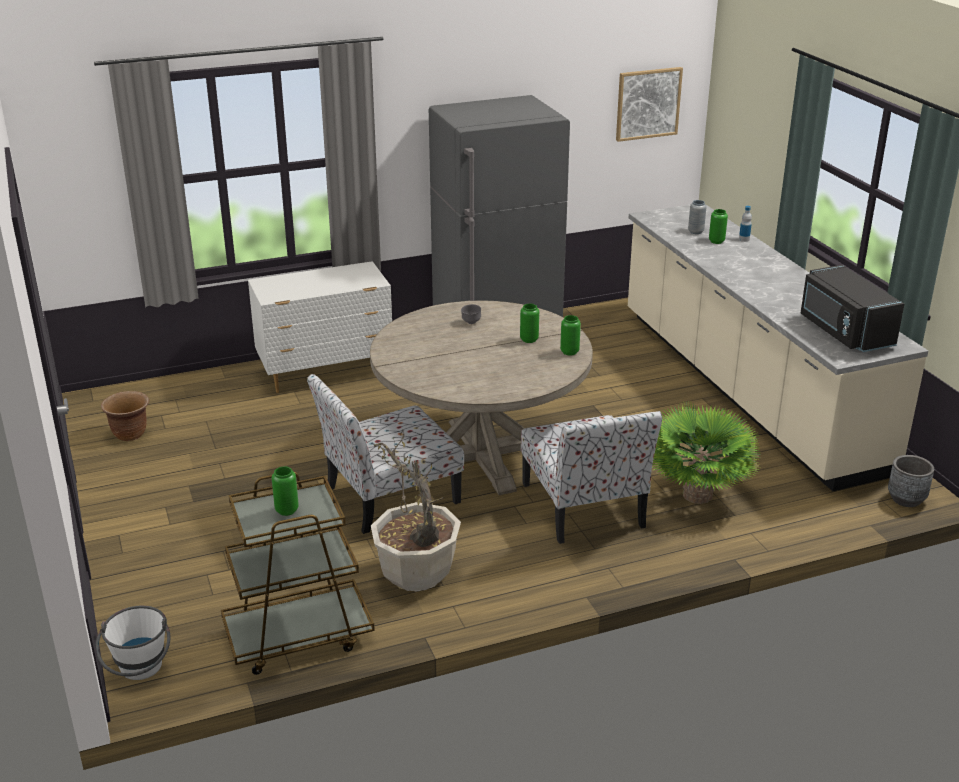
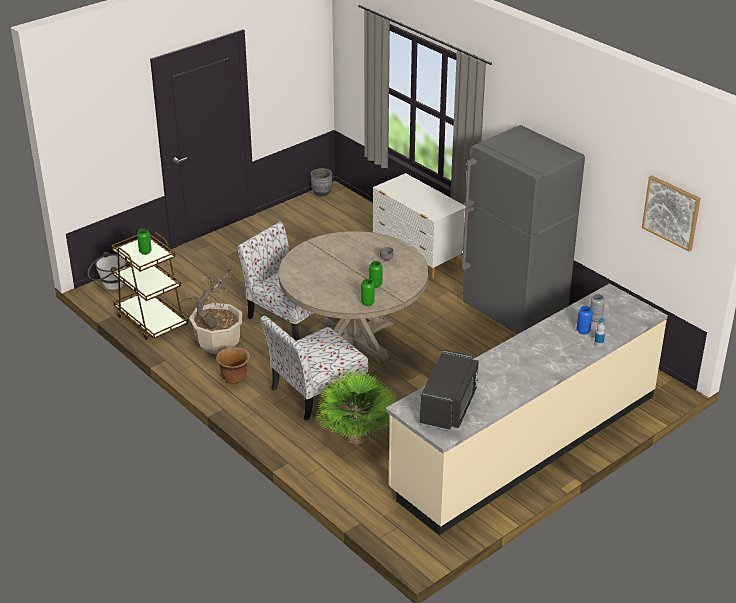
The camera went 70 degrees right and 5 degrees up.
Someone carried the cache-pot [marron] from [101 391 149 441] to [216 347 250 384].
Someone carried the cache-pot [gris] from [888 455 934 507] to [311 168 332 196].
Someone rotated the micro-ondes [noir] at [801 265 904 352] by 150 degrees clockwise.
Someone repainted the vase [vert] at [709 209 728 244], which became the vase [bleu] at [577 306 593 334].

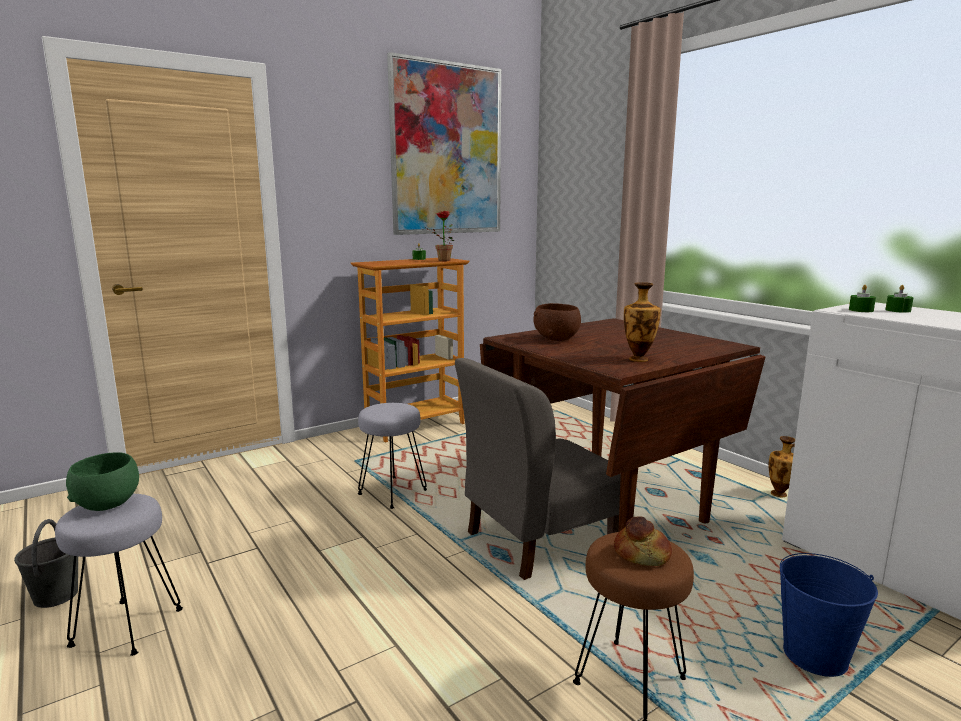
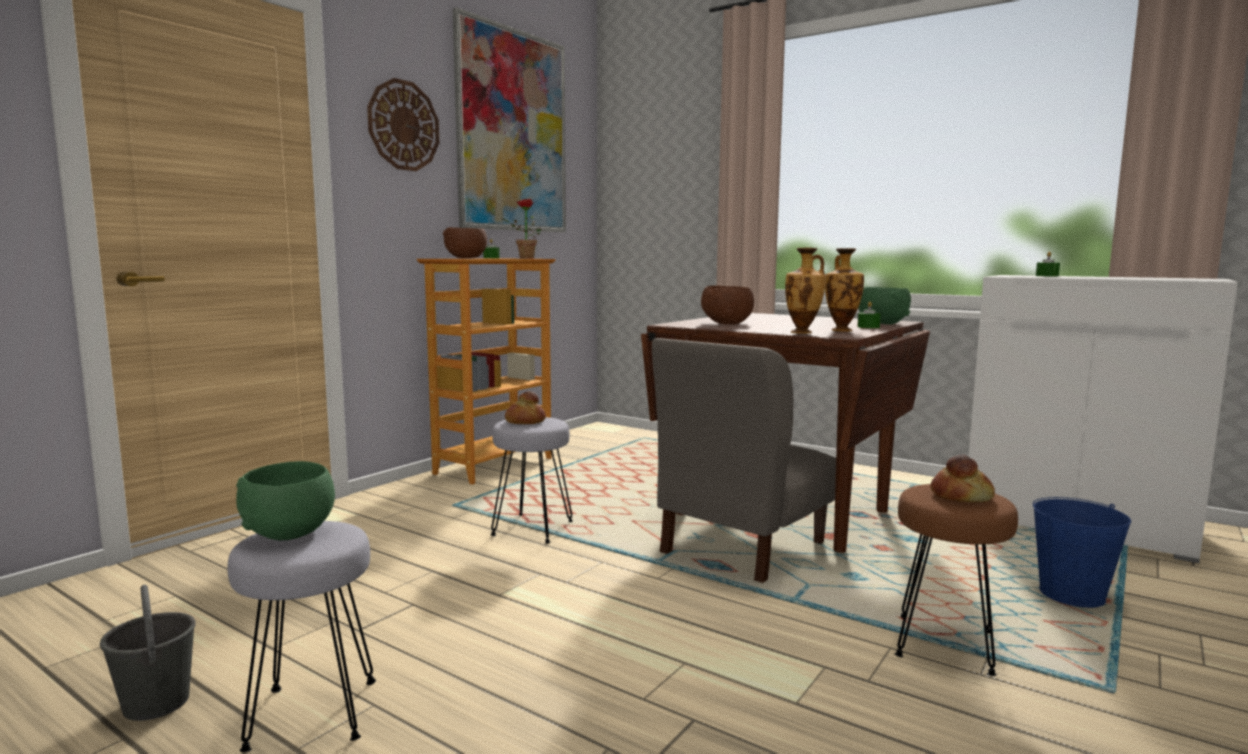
The camera went 20 degrees left and 5 degrees down.
Someone put up the horloge murale at [367 78 439 171].
Someone put down the bol [marron] at [443 227 487 258].
Someone put down the pain at [505 391 546 424].
Someone carried the vase from [769 436 795 497] to [785 248 826 334].
Someone carried the bougie [vert] from [849 285 876 312] to [857 302 881 328].
Someone put down the bol [vert] at [858 287 911 325].

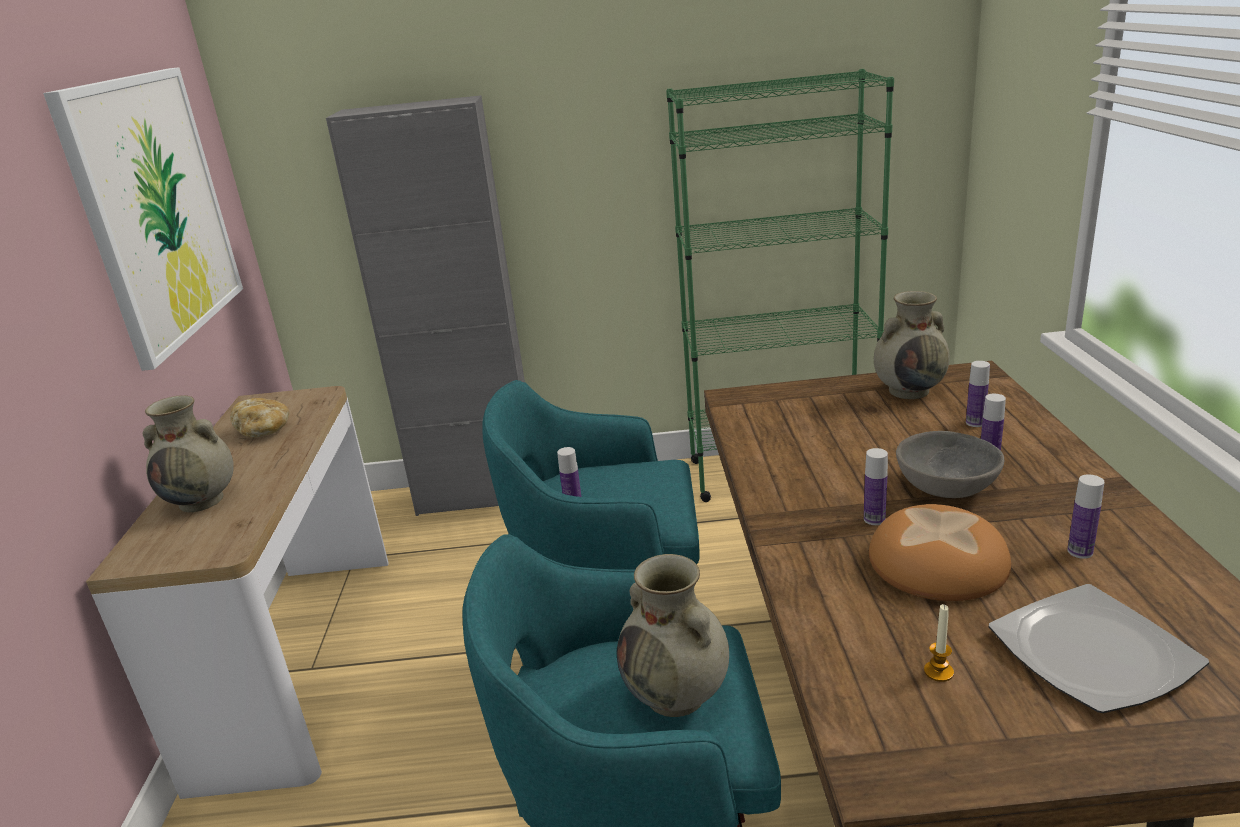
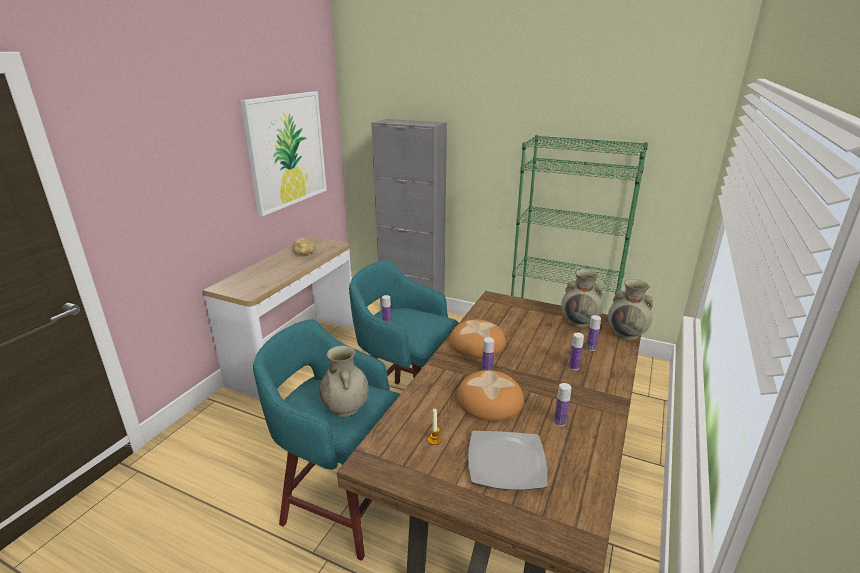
The camera went 25 degrees right and 0 degrees up.
Someone put down the pain at [450 319 506 358].
Someone carried the vase [beige] from [142 395 234 512] to [608 279 653 340].
Someone took away the bol [gris] at [896 431 1004 498].

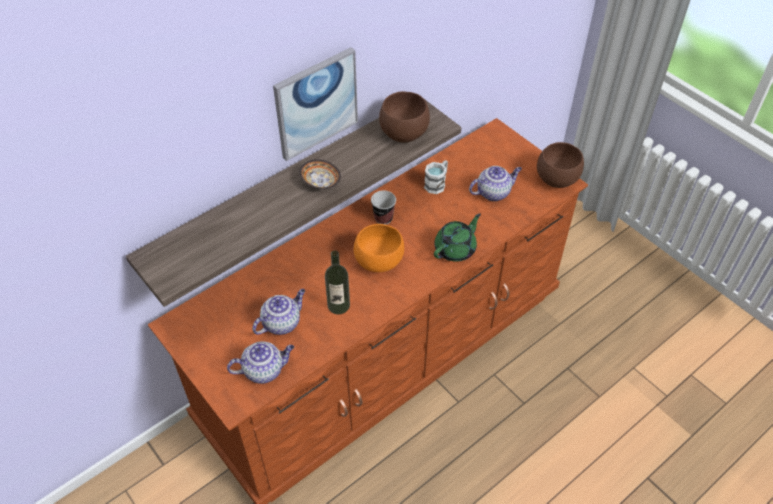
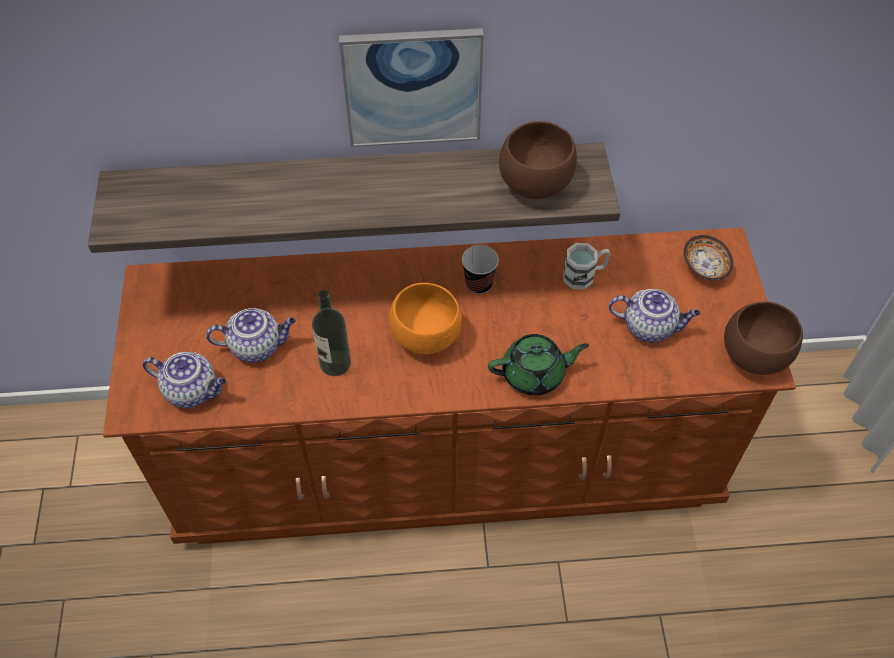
The camera went 35 degrees right and 5 degrees up.
Someone carried the bol from [299 159 341 189] to [684 235 733 281].

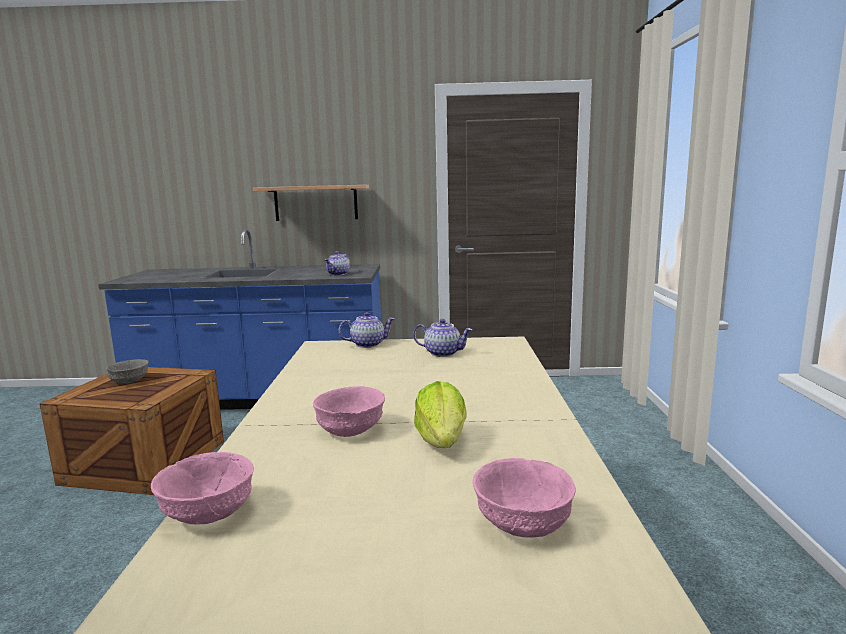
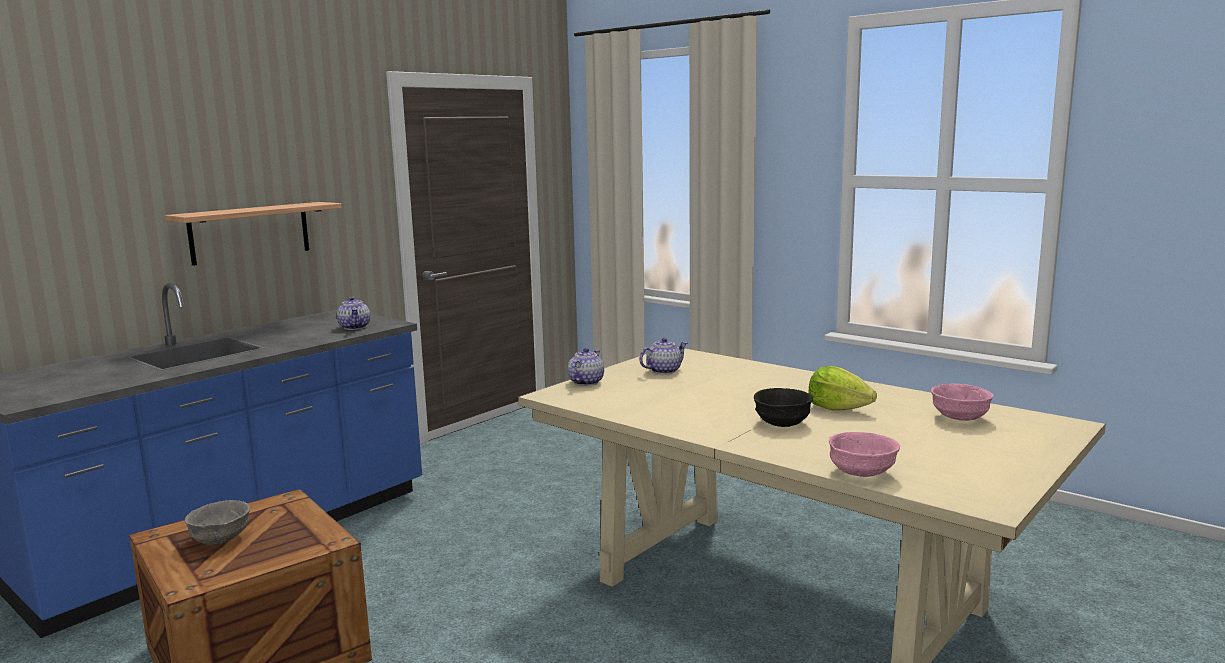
The camera went 50 degrees left and 0 degrees up.
Someone repainted the bol [rose] at [313 386 385 437], which became the bol [noir] at [754 388 813 427].

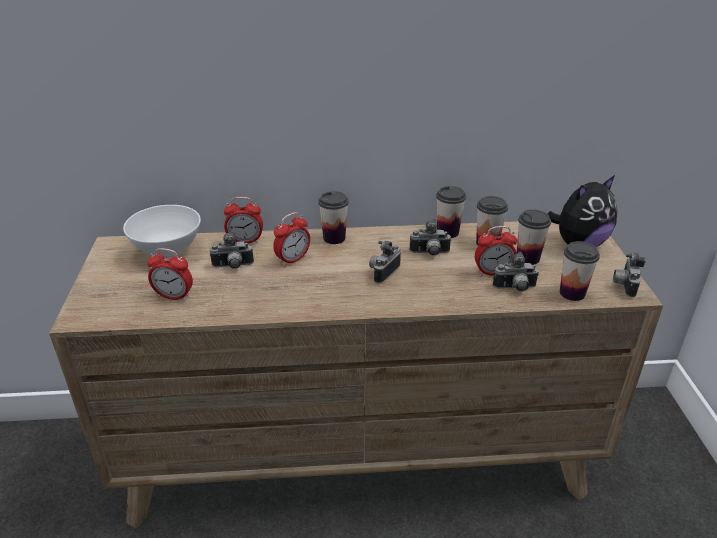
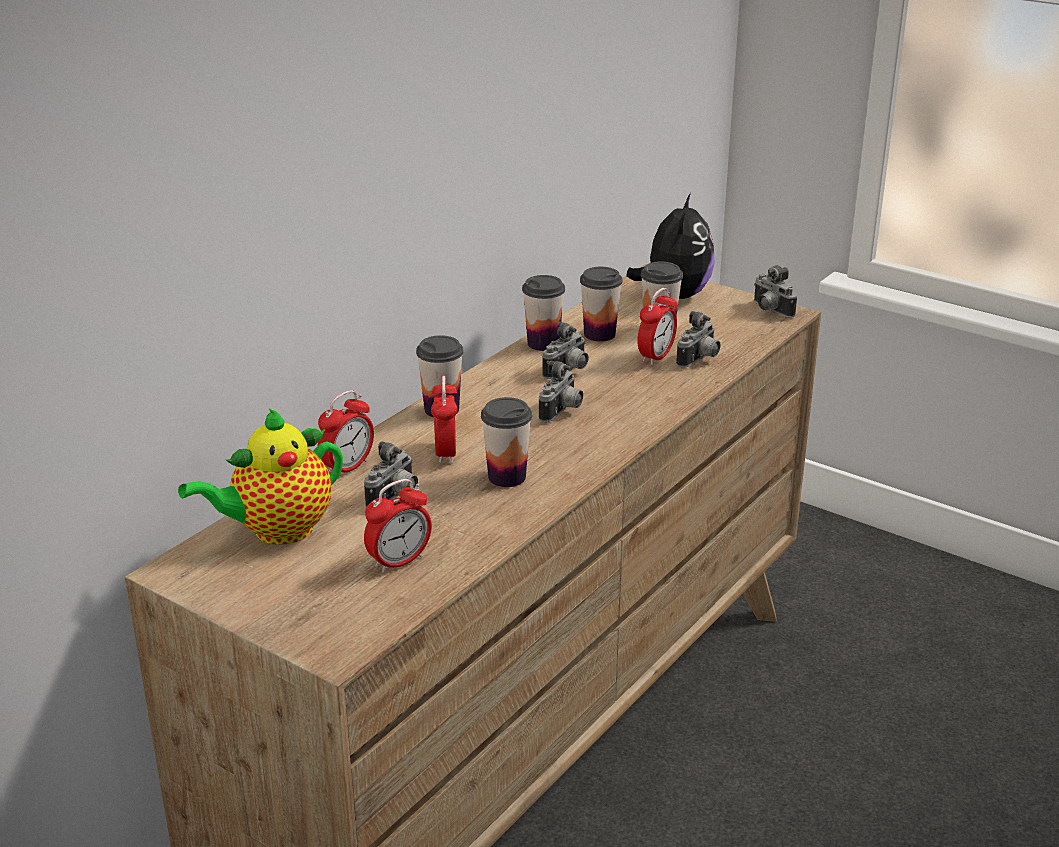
The camera went 50 degrees left and 5 degrees down.
Someone swapped the bol [blanc] at [123 205 201 258] for the théière at [178 408 343 545].
Someone carried the tasse from [560 241 600 301] to [481 397 532 487].
Someone rotated the appareil photo at [369 241 401 284] by 135 degrees counterclockwise.

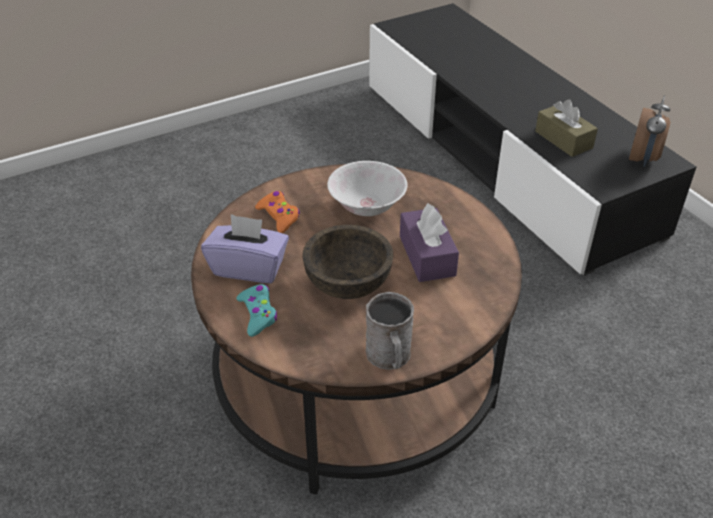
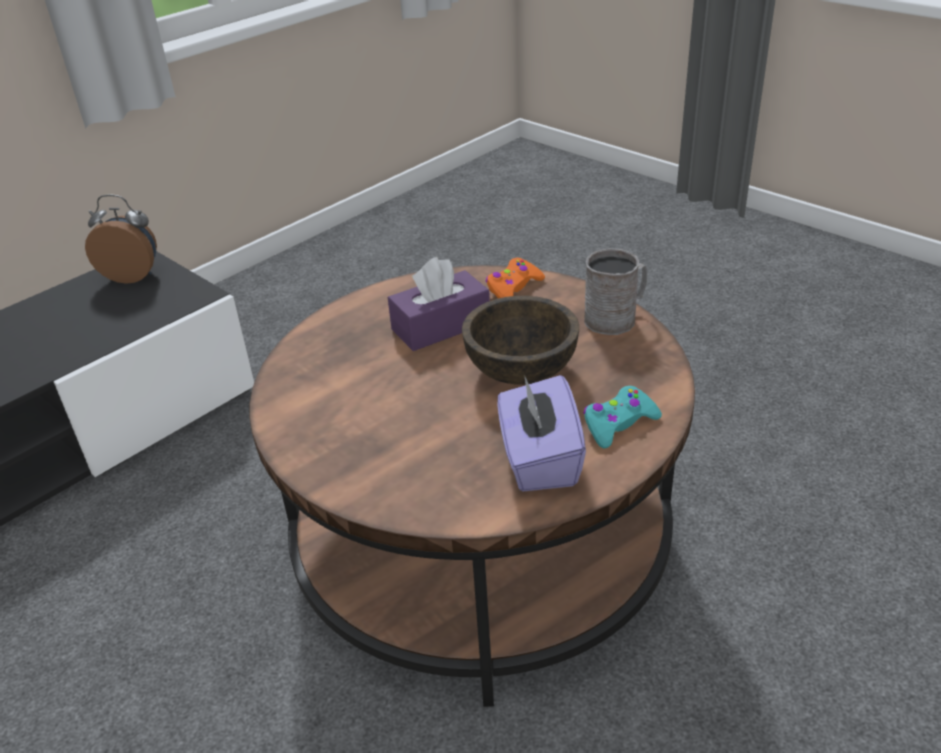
The camera went 105 degrees left and 5 degrees down.
Someone carried the manette [orange] from [255 191 300 233] to [485 258 545 298].
Someone took away the bol [blanc] at [327 161 407 216].
Someone took away the boîte à mouchoirs [marron] at [535 99 598 157].

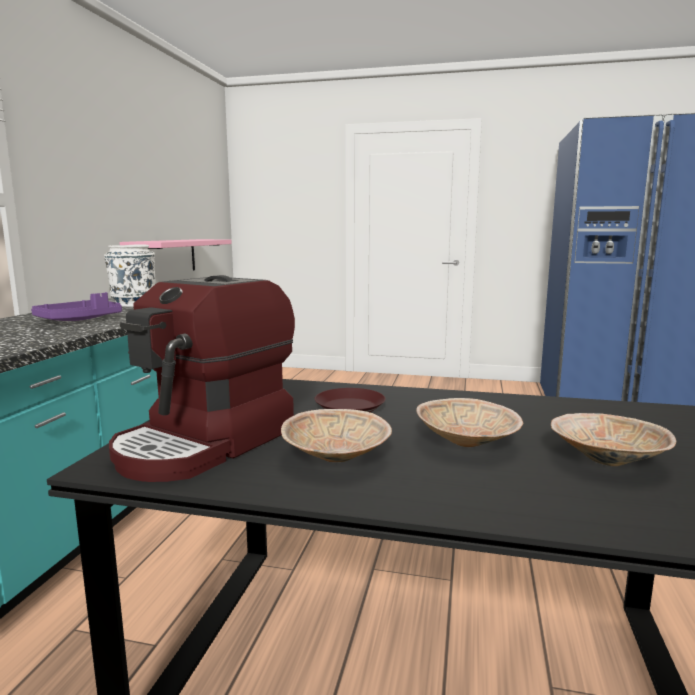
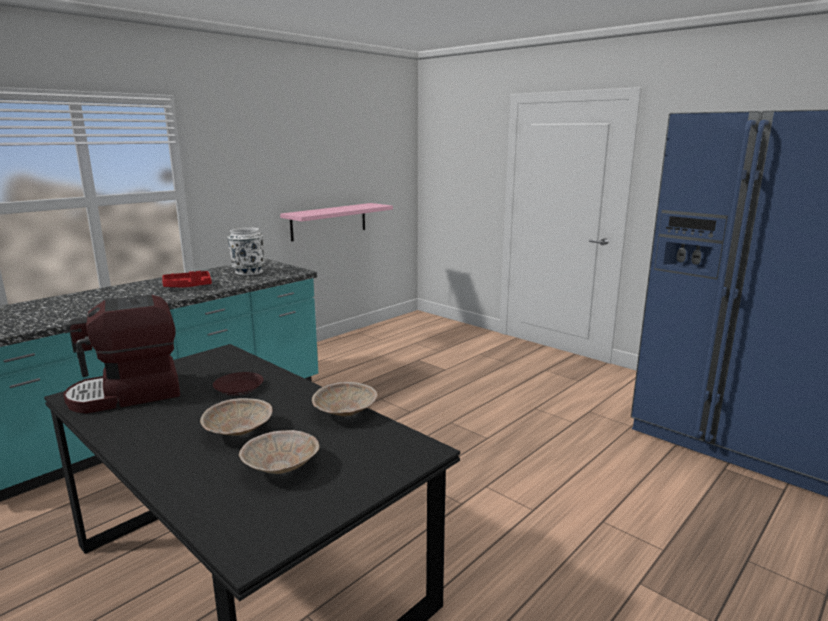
The camera went 30 degrees right and 5 degrees up.
Someone repainted the plateau [violet] at [31 292 122 321], which became the plateau [rouge] at [162 270 212 287].
Someone carried the bol [beige] from [281 409 392 462] to [312 382 378 417].

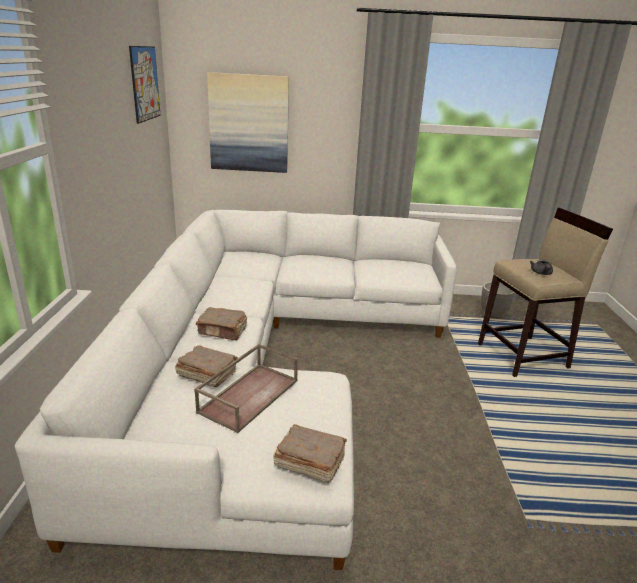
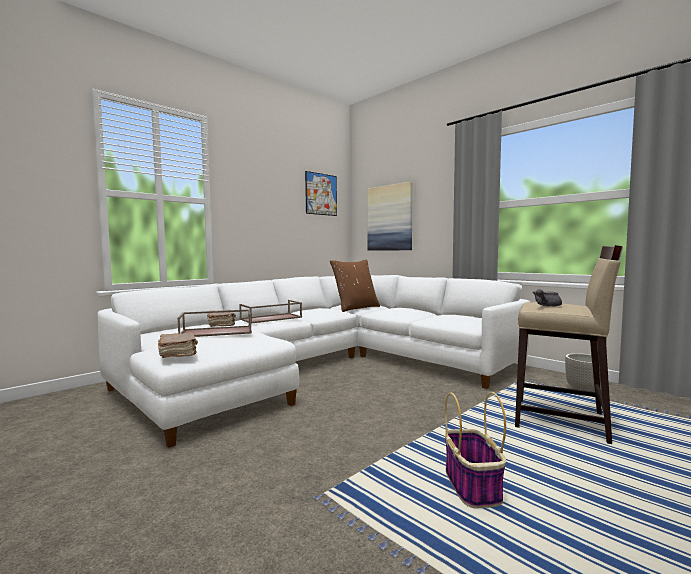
The camera went 45 degrees right and 20 degrees down.
Someone swapped the livre [marron] at [196 307 247 340] for the plateau [marron] at [239 300 302 324].
Someone put down the coussin [marron] at [330 259 380 312].
Someone put down the panier at [445 392 506 508].

